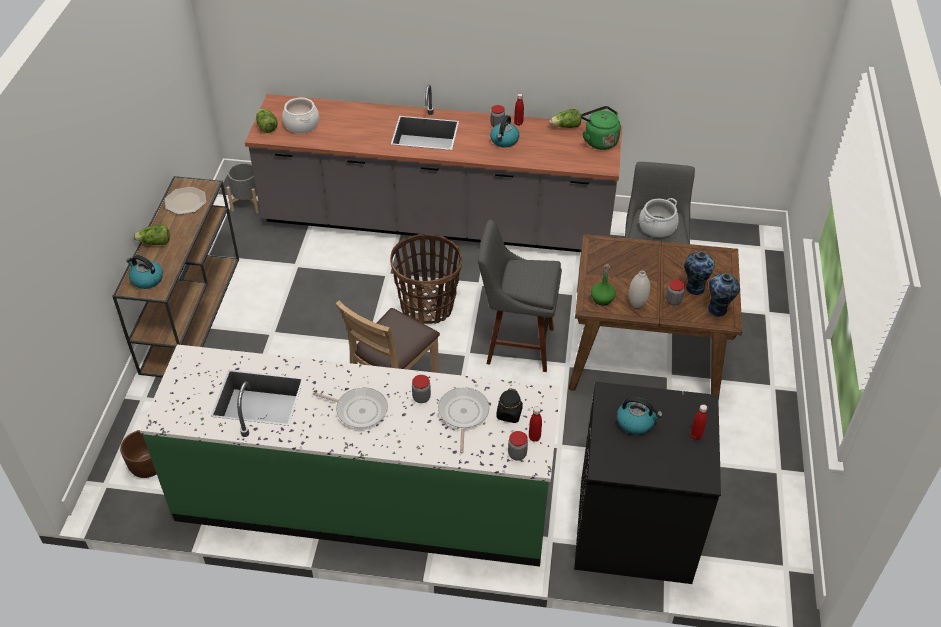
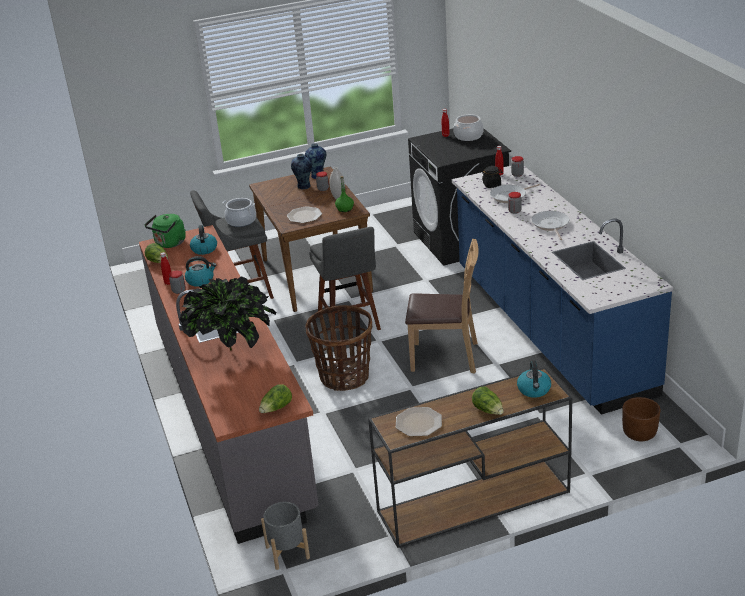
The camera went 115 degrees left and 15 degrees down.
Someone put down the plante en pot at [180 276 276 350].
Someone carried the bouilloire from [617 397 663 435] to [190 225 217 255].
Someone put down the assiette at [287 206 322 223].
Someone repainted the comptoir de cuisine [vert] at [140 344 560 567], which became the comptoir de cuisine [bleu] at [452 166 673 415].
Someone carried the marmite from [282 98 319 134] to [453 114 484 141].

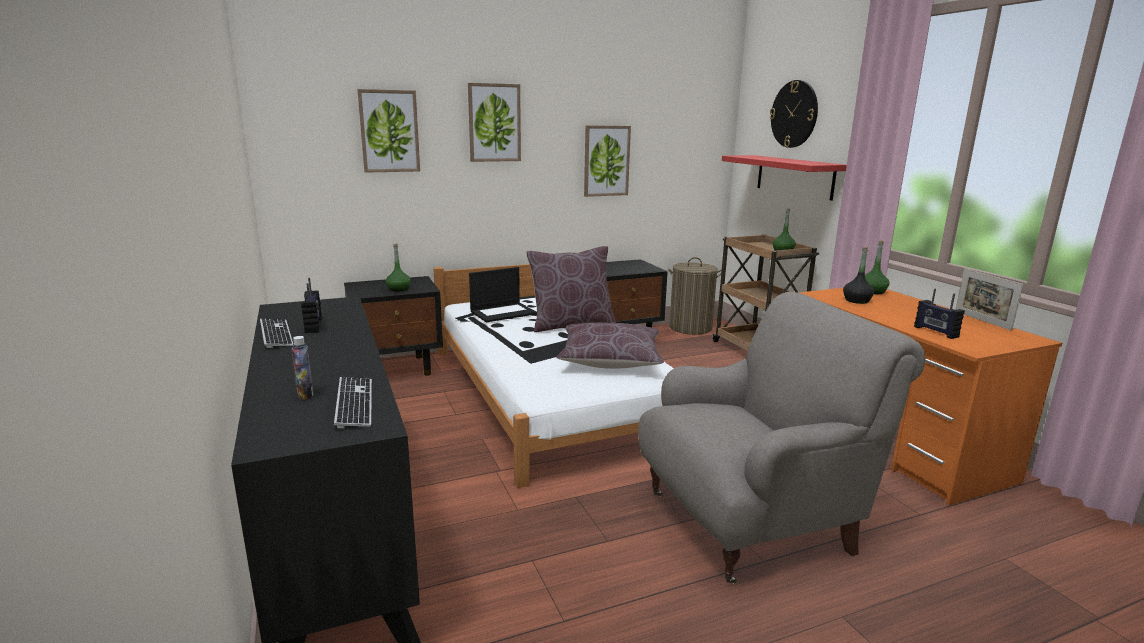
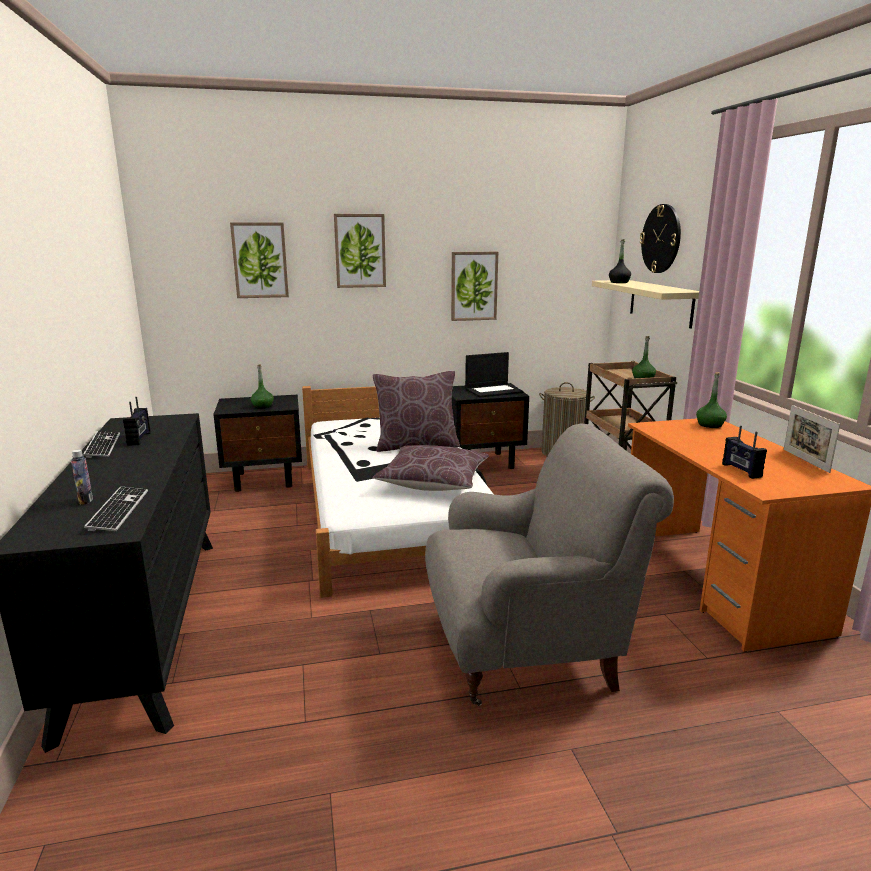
The camera went 10 degrees right and 0 degrees up.
Someone carried the ordinateur portable from [469 267 537 322] to [465 352 524 397].
Someone repainted the étagère [rouge] at [722 155 847 201], which became the étagère [beige] at [592 280 699 329].
Someone carried the bouteille [noir] from [843 247 874 304] to [609 239 631 283].

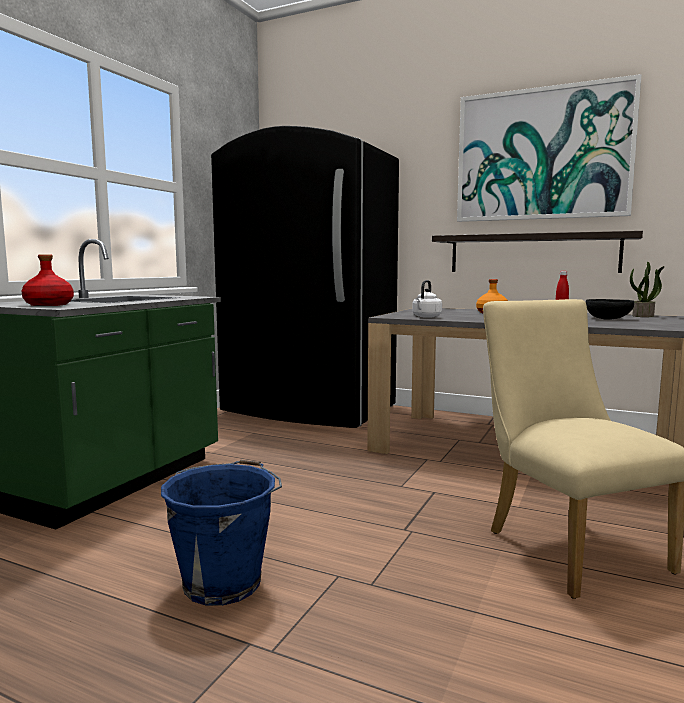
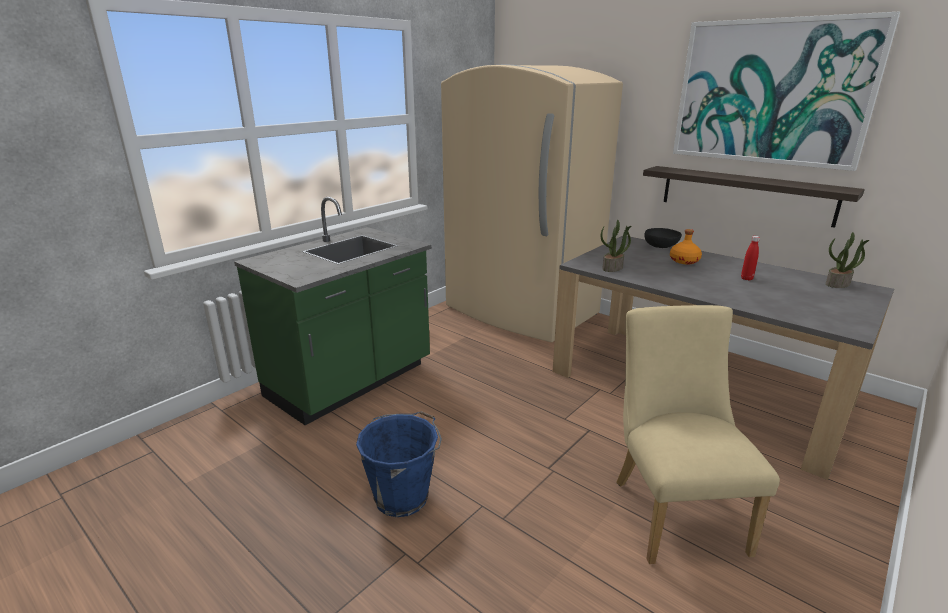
The camera went 15 degrees right and 15 degrees up.
Someone repainted the réfrigérateur [noir] at [211 126 399 428], which became the réfrigérateur [beige] at [441 64 623 342].
Someone swapped the bouilloire [blanc] at [412 280 442 318] for the plante en pot at [601 220 631 272].
Someone carried the bol [noir] from [586 299 634 319] to [644 228 682 248].
Someone took away the bouteille [rouge] at [22 254 74 306].

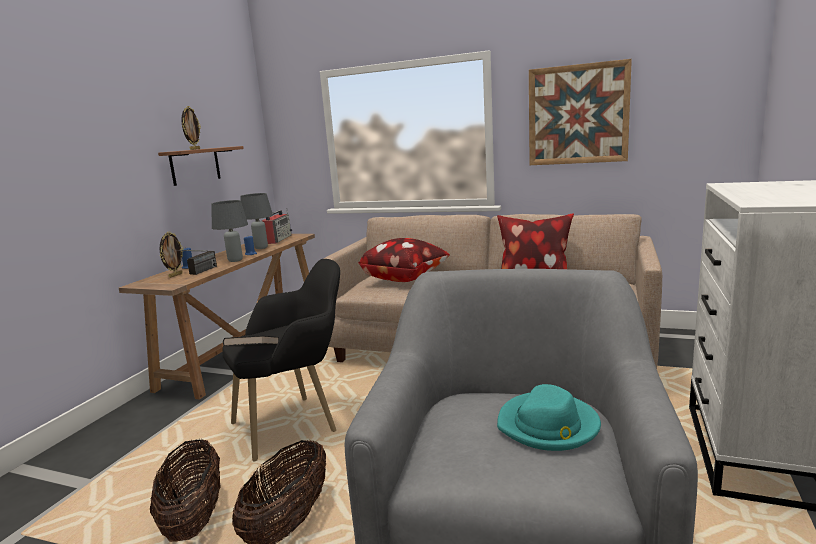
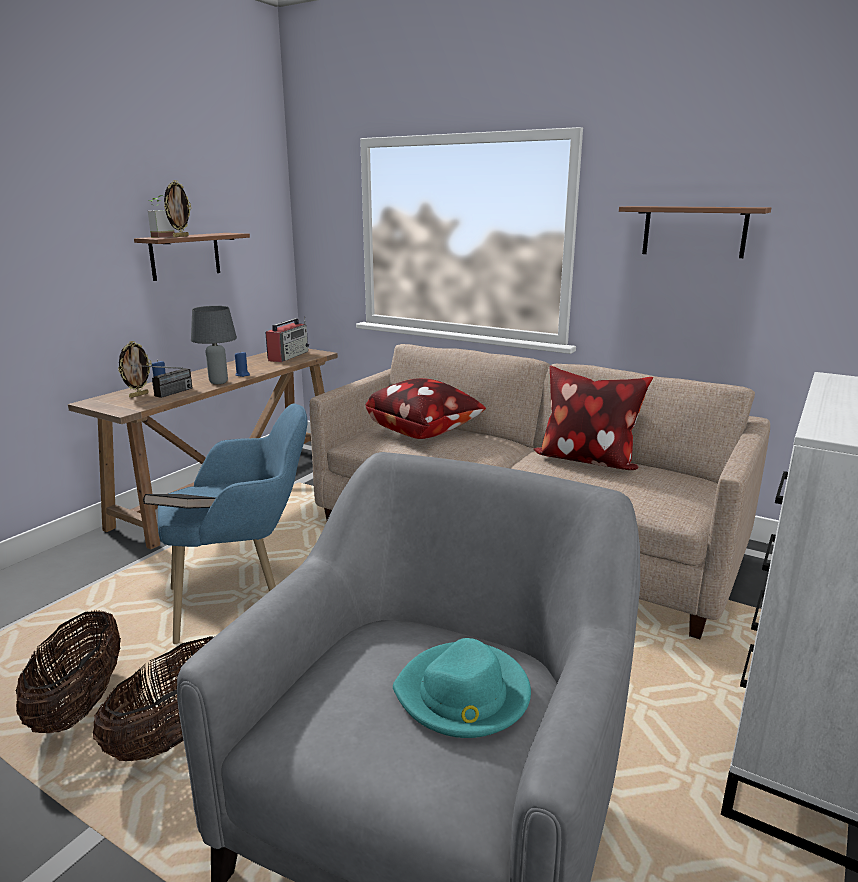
The camera went 10 degrees right and 5 degrees up.
Someone put down the plante en pot at [148 195 175 238].
Someone repainted the fauteuil [noir] at [222 259 340 461], which became the fauteuil [bleu] at [158 403 308 644].
Someone swapped the tableau at [529 59 632 165] for the étagère at [619 206 771 258].
Someone took away the lampe de table [gris] at [240 193 273 249].

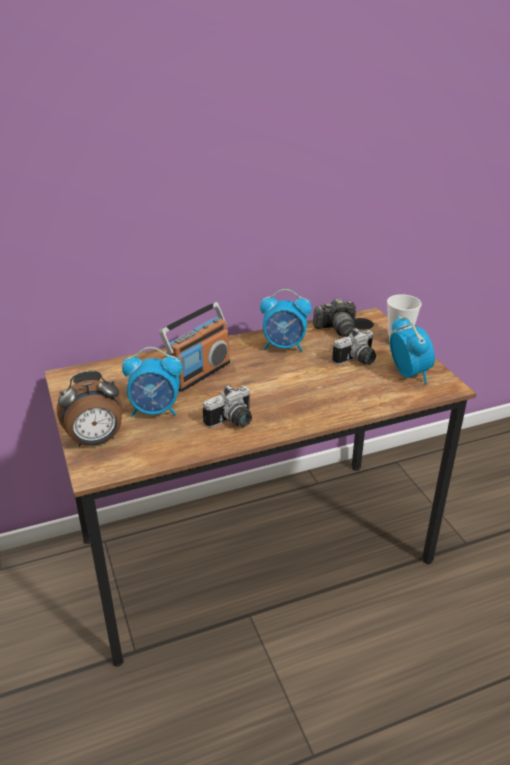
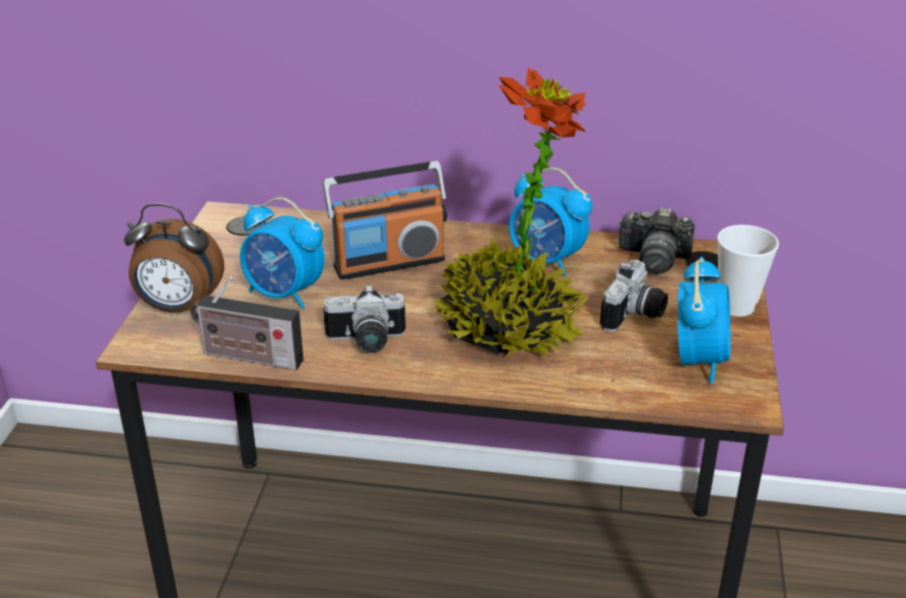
The camera went 30 degrees right and 0 degrees up.
Someone put down the radio at [190 276 304 370].
Someone put down the plante en pot at [433 67 589 356].
Someone rotated the appareil photo at [332 328 376 365] by 60 degrees counterclockwise.

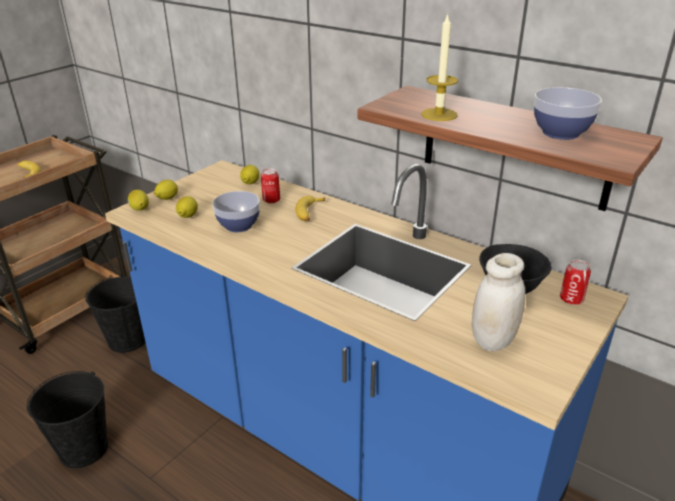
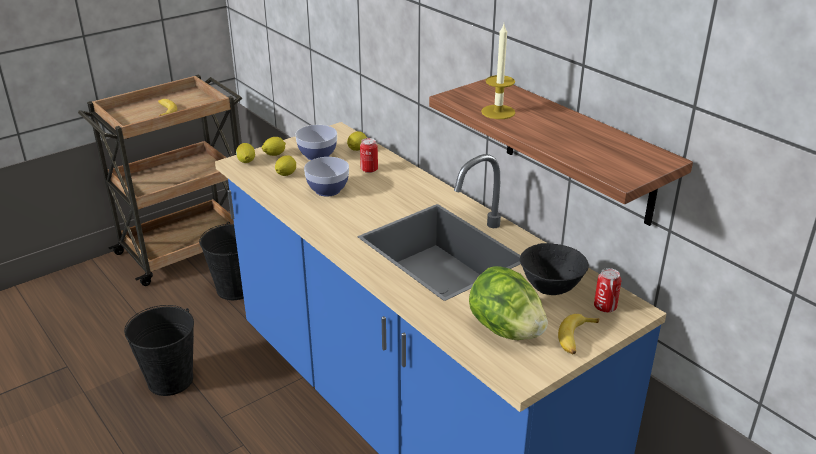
The camera went 15 degrees right and 0 degrees up.
Someone carried the bol from [534 87 602 140] to [296 125 337 160].
Someone swapped the bocal [blanc] at [472 253 525 351] for the laitue at [469 266 548 340].
Someone carried the banane from [295 196 325 221] to [558 314 599 354].

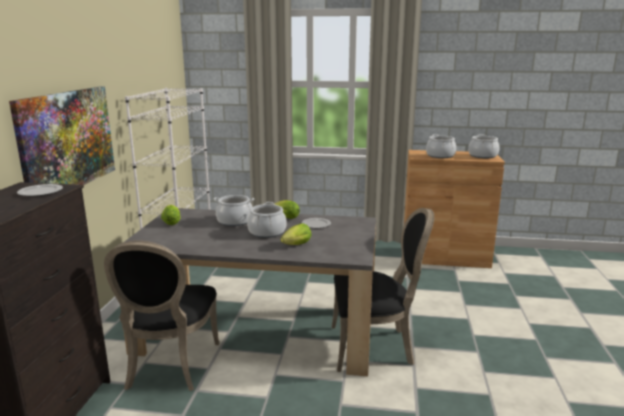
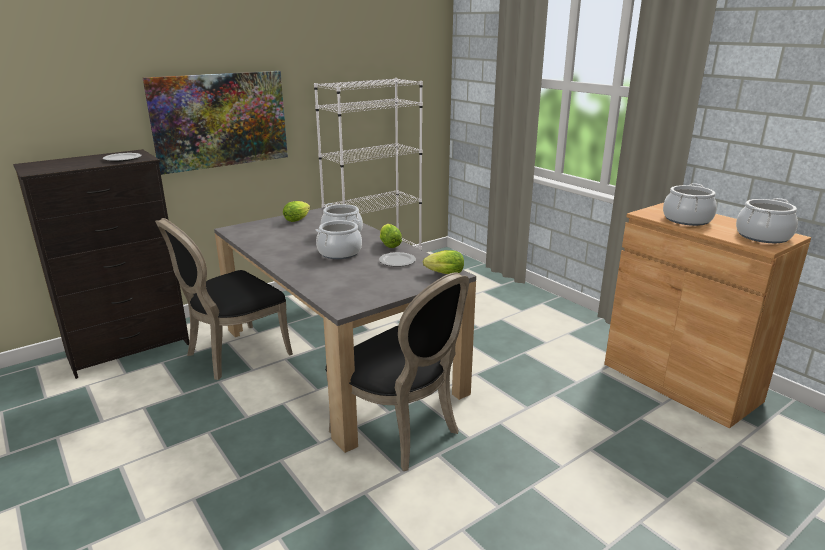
The camera went 45 degrees right and 5 degrees up.
Someone carried the laitue from [280 223 311 245] to [423 250 464 274].

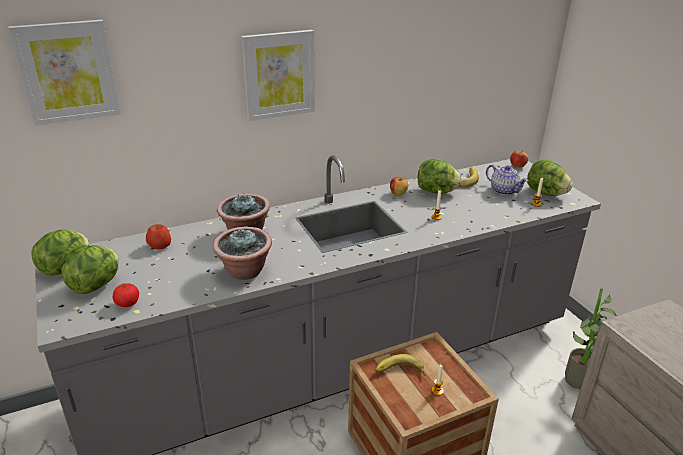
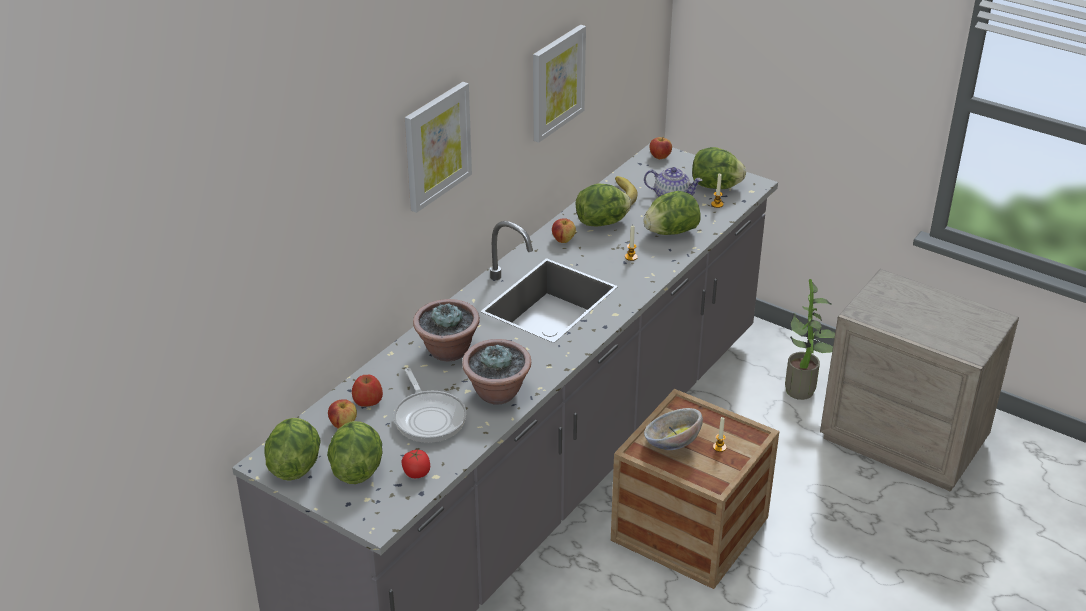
The camera went 30 degrees left and 5 degrees up.
Someone put down the pomme at [328 399 357 429].
Someone put down the poêle at [394 368 466 443].
Someone carried the tableau from [8 20 120 126] to [533 25 586 143].
Someone put down the laitue at [644 191 701 235].
Someone swapped the banane at [375 354 426 375] for the bol at [644 408 703 450].

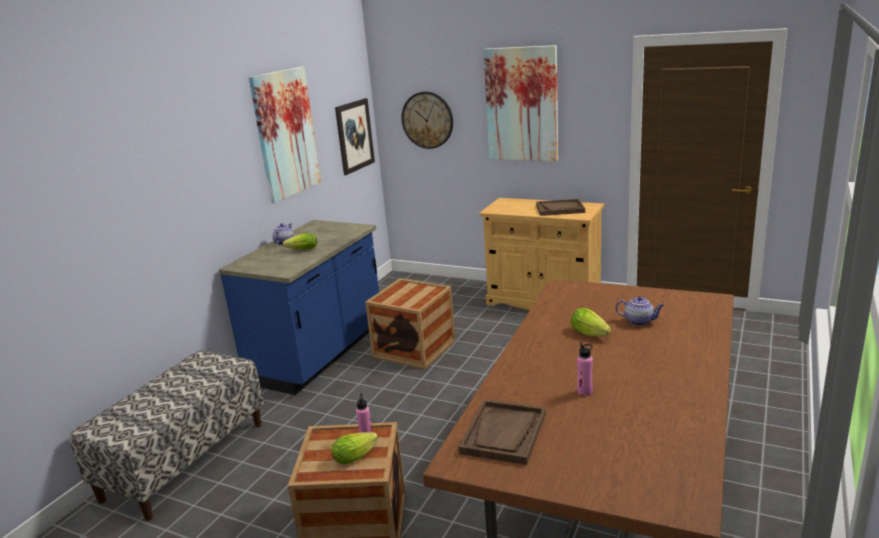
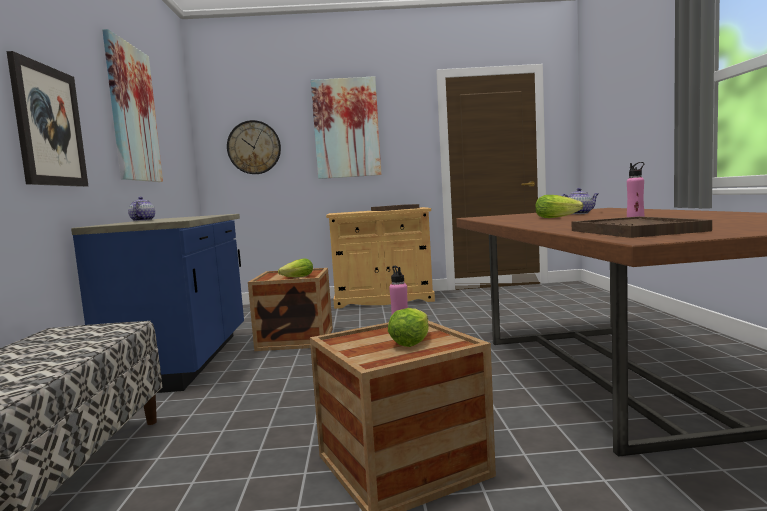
The camera went 30 degrees left and 15 degrees down.
Someone carried the tableau from [335 98 375 175] to [6 51 88 187].
Someone carried the laitue from [283 233 317 249] to [278 258 313 277].

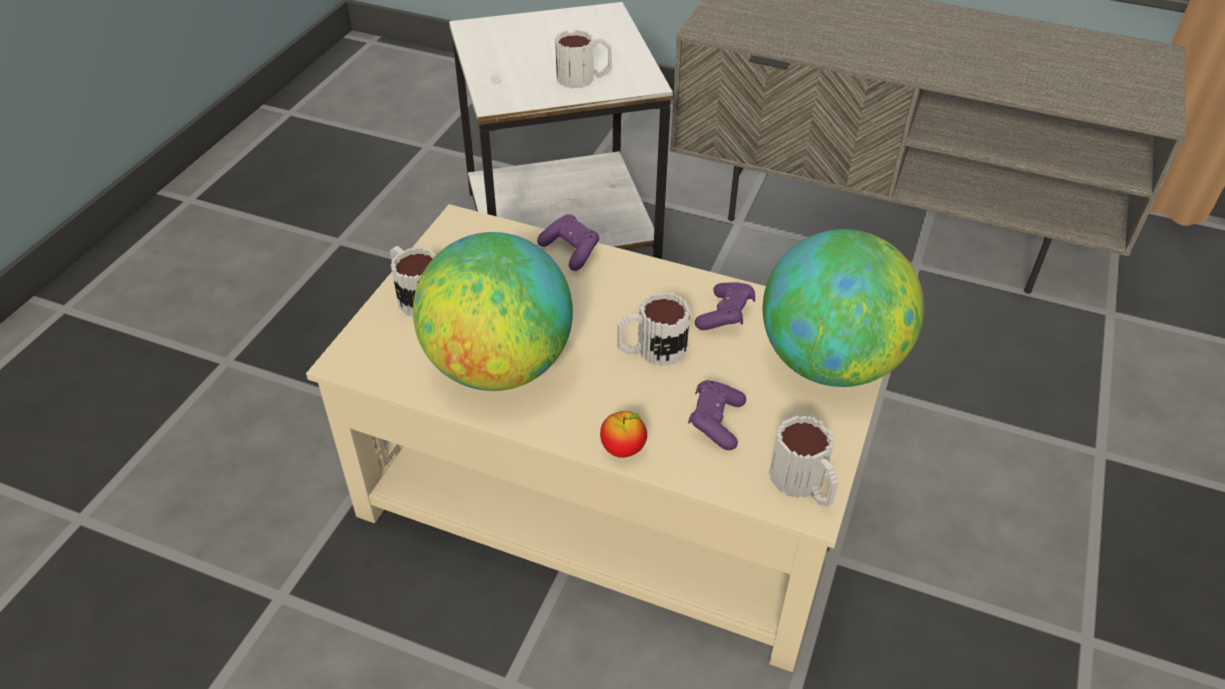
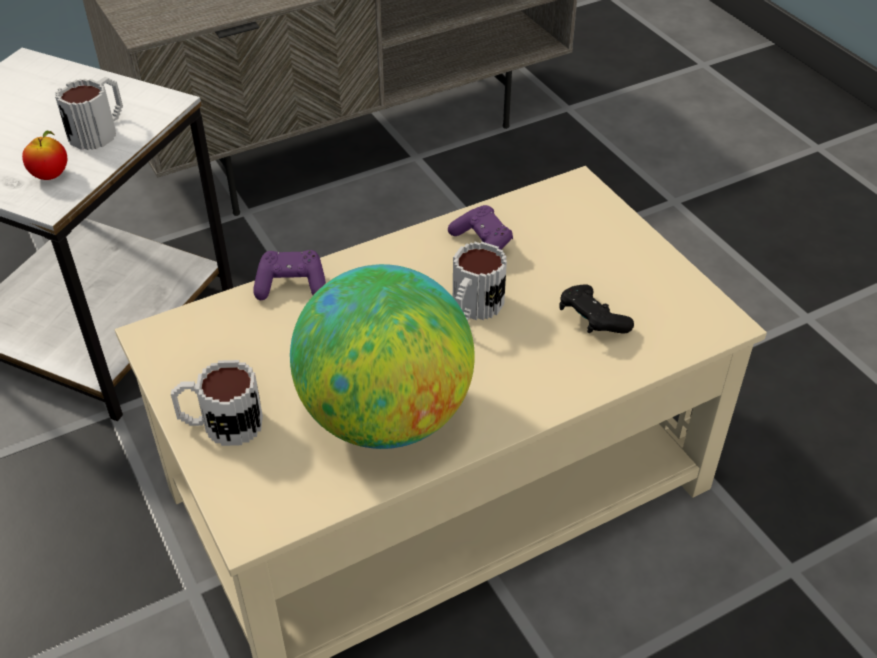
The camera went 50 degrees left and 0 degrees up.
Someone carried the pomme from [600 411 647 458] to [22 130 67 180].
Someone repainted the manette [violet] at [688 380 746 450], which became the manette [noir] at [560 284 634 333].
Someone took away the globe at [763 229 924 387].
Someone took away the mug at [769 415 839 507].

